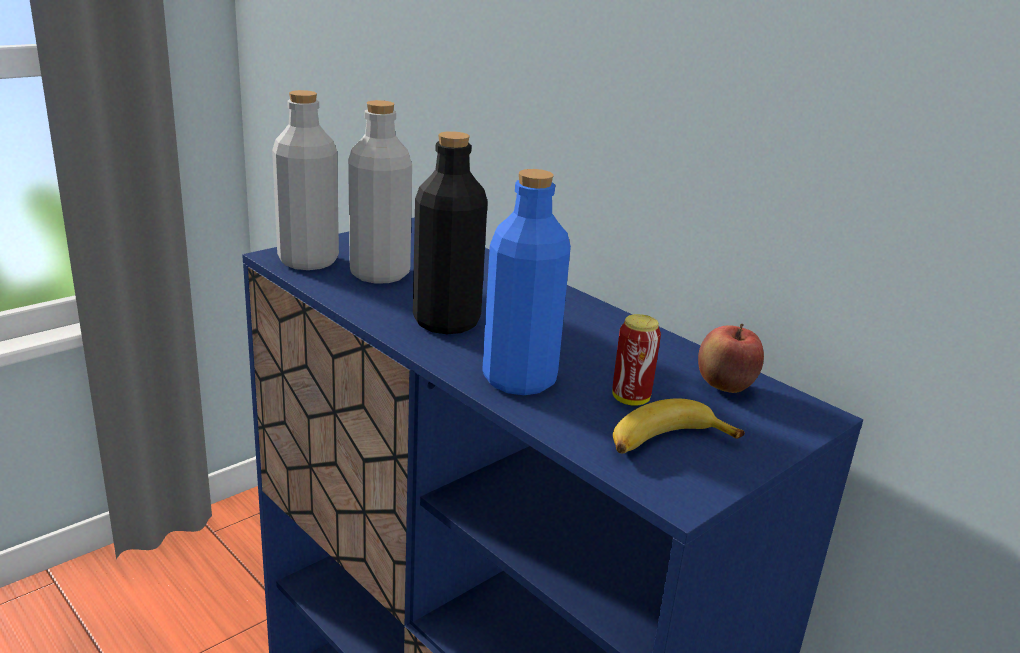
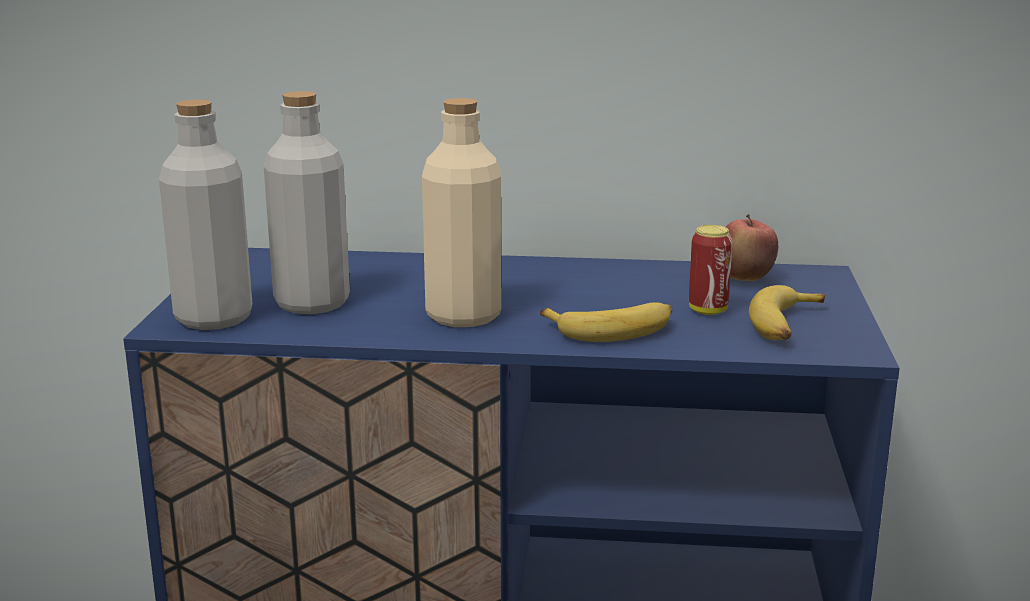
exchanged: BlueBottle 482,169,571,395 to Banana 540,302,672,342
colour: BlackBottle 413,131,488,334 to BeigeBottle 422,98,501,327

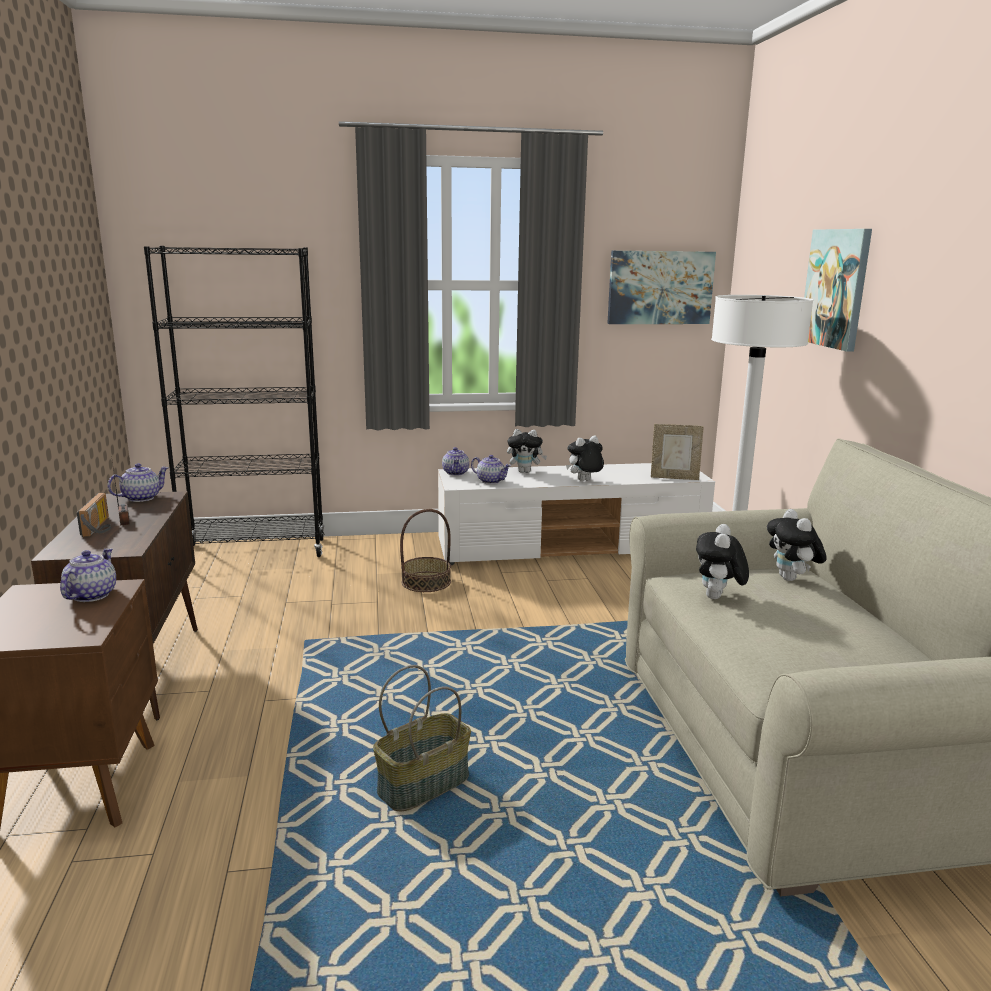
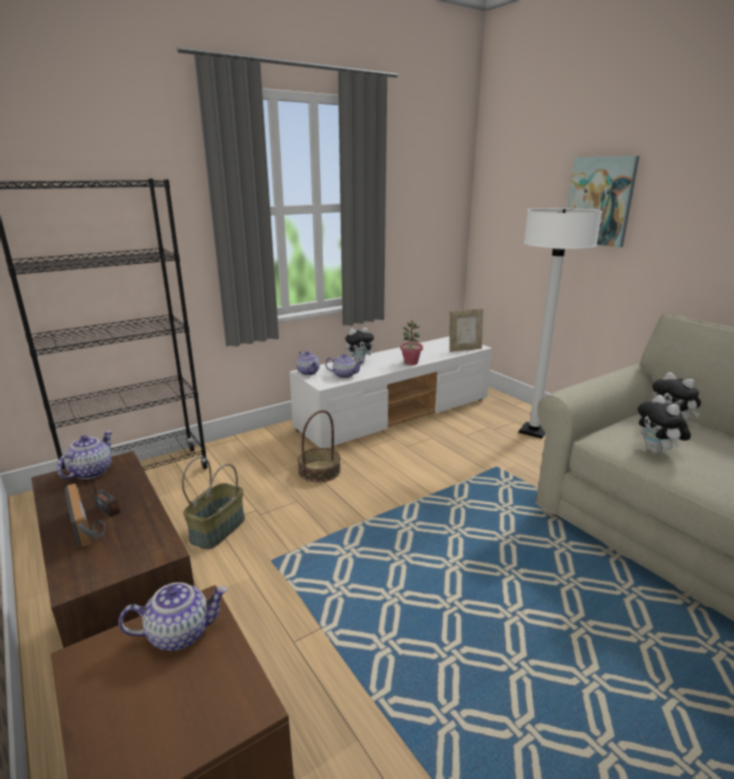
missing: Picture 607,251,716,324
relocated: Basket 373,665,471,811 to 182,456,245,549
exchanged: PlushToy 566,435,604,481 to PottedPlant 400,320,423,365
spun: Teapot 60,548,116,602 = 119,582,228,651 90 degrees clockwise

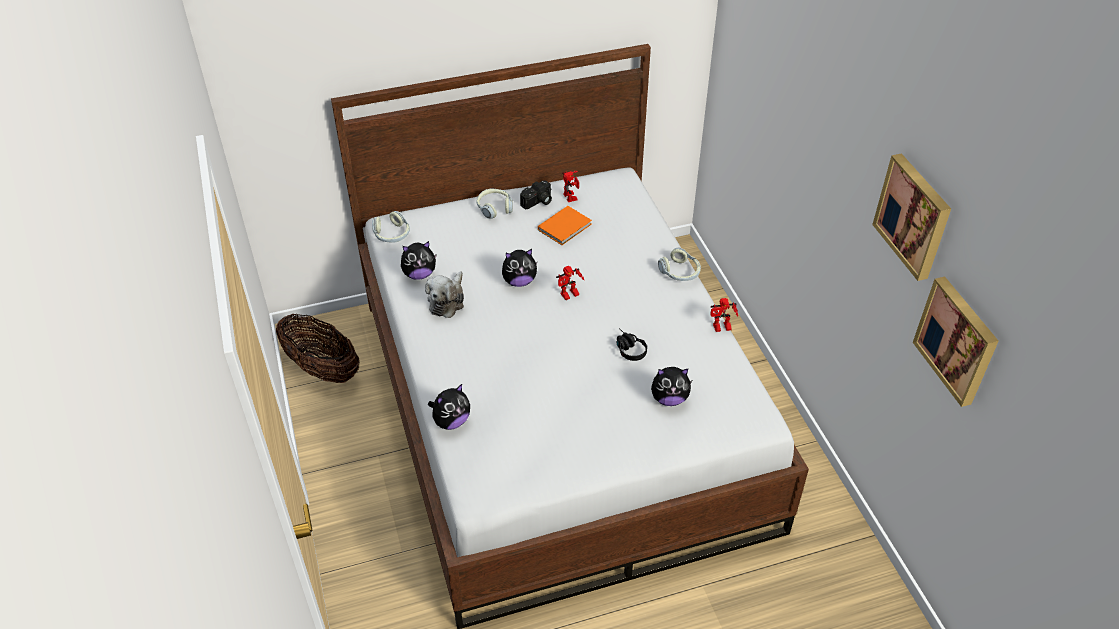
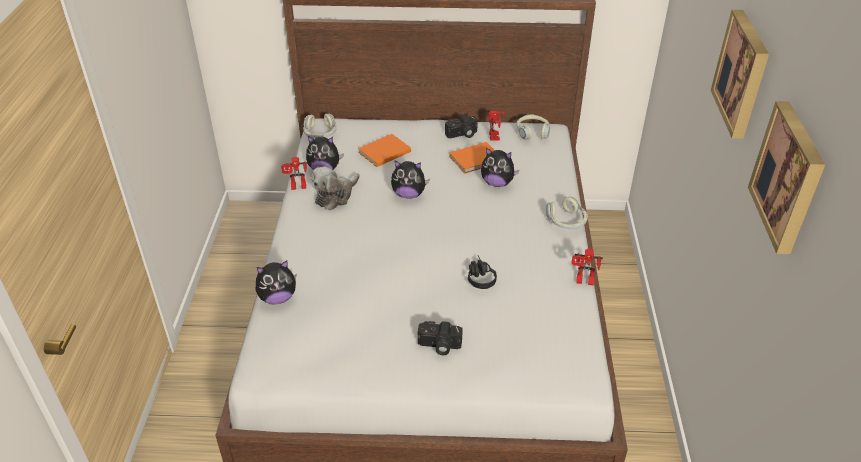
missing: Basket 276,314,359,383
appeared: OrangeBook 358,134,411,167; PhotoCamera 418,321,463,355
relocated: Headphones 476,189,513,219 to 516,115,550,140; ToyRobot 556,266,584,300 to 281,157,308,190; PlushToy 651,367,692,406 to 481,148,519,187; Picture 913,276,998,407 to 711,10,769,139

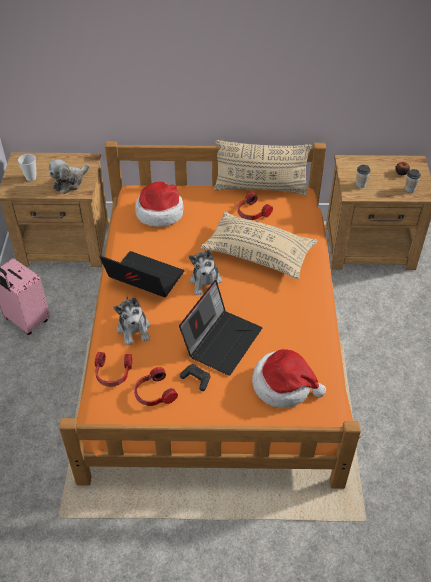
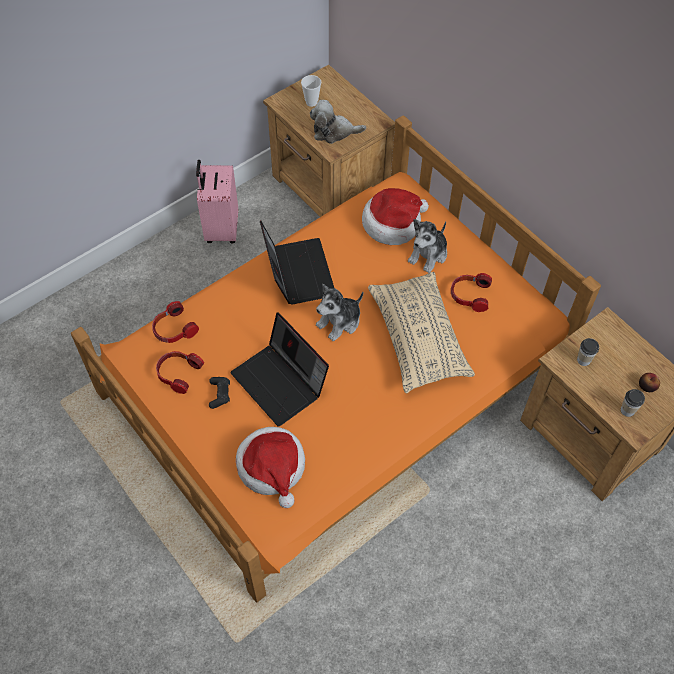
missing: BeigePillow 214,140,312,195
relocated: PlushToy 114,296,150,346 to 408,219,447,273
spun: Laptop 179,280,262,376 = 230,313,329,427 60 degrees clockwise

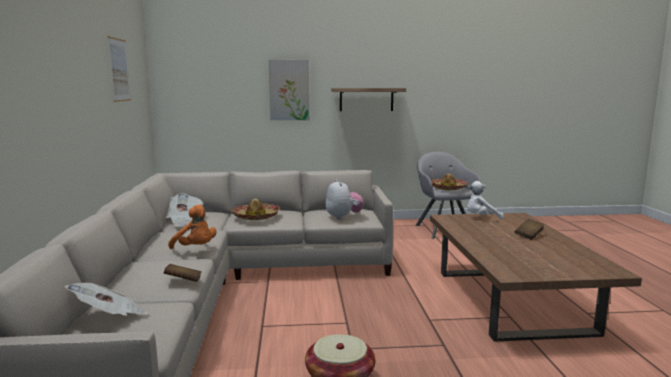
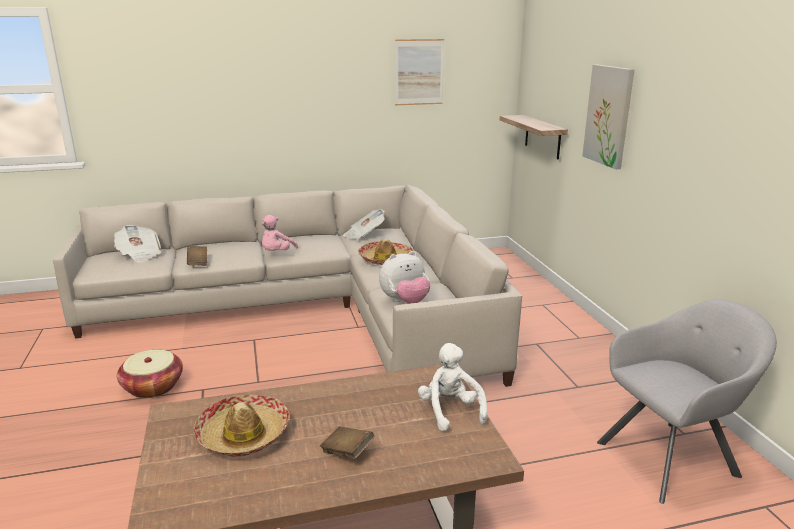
relocated: Shelf 331,88,406,111 to 500,115,568,159; Hat 431,174,468,191 to 193,395,290,457
colour: OrangePlushToy 168,205,216,249 to PinkPlushToy 261,215,298,251

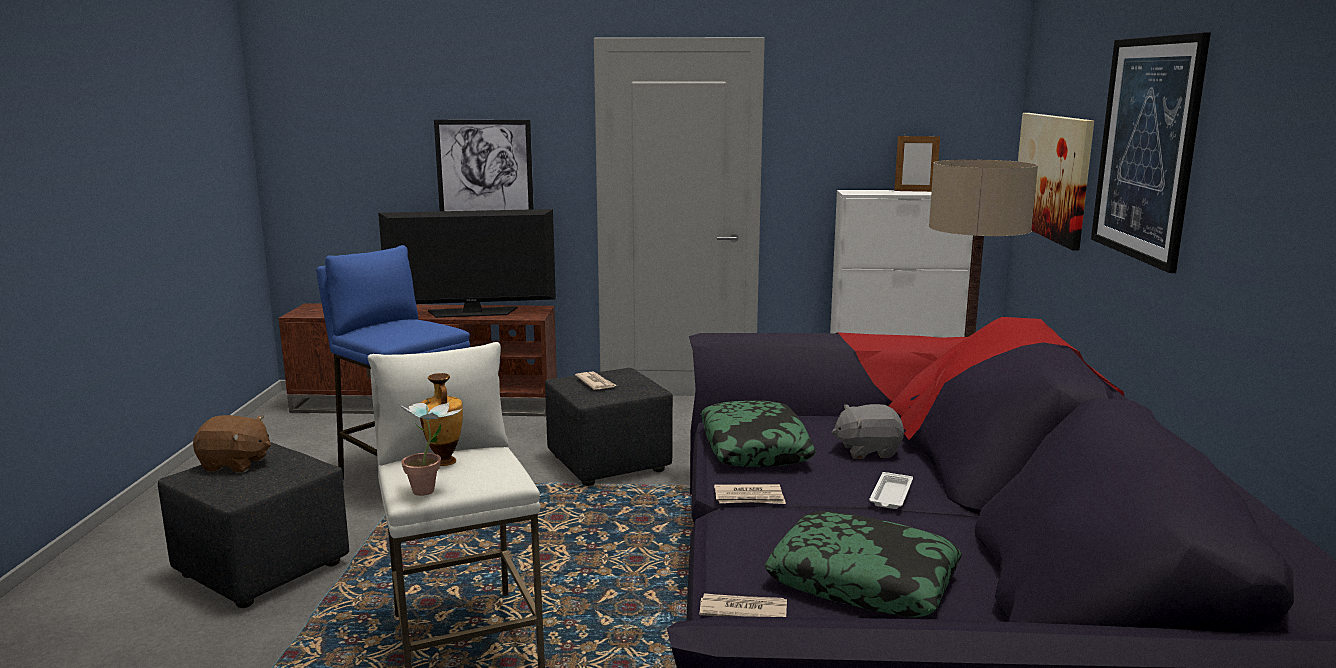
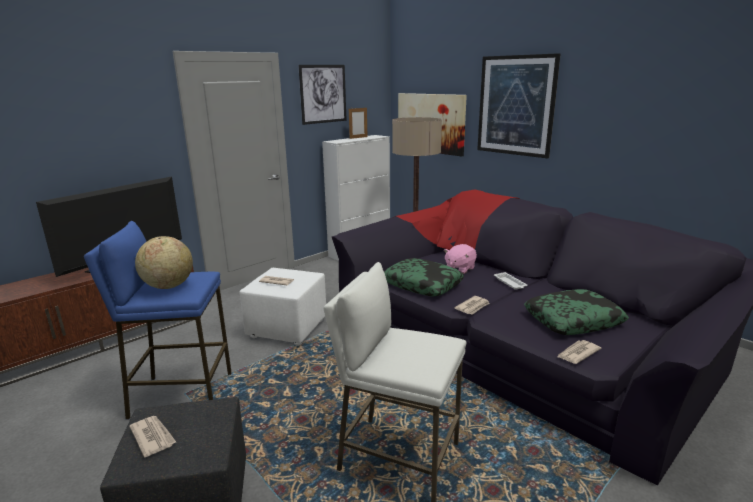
missing: PottedPlant 399,397,461,496; Vase 420,373,463,466
appeared: Globe 135,236,193,289
relocated: Picture 434,120,534,211 to 298,65,347,125
exchanged: BrownPlushToy 193,415,271,472 to Newspaper 129,416,176,457
colour: BlackOttoman 545,368,673,486 to WhiteOttoman 239,268,326,346; GreyPlushToy 832,404,904,459 to PinkPlushToy 444,244,477,274

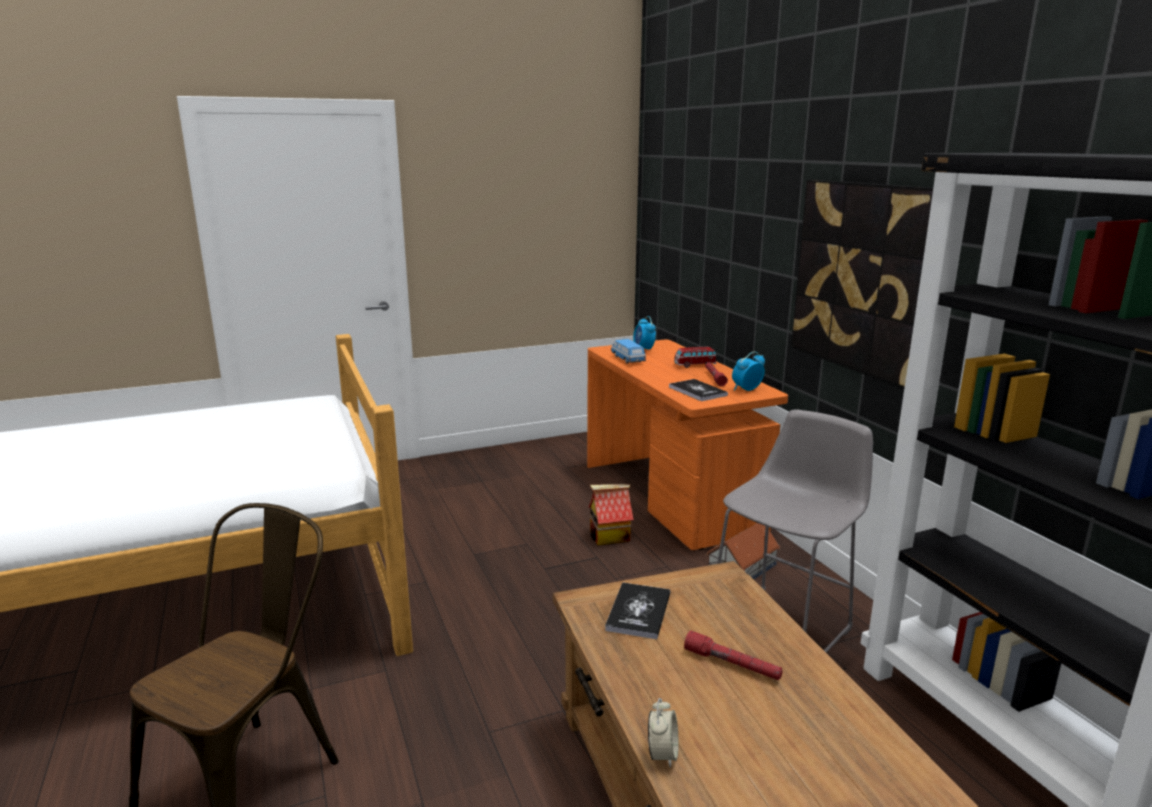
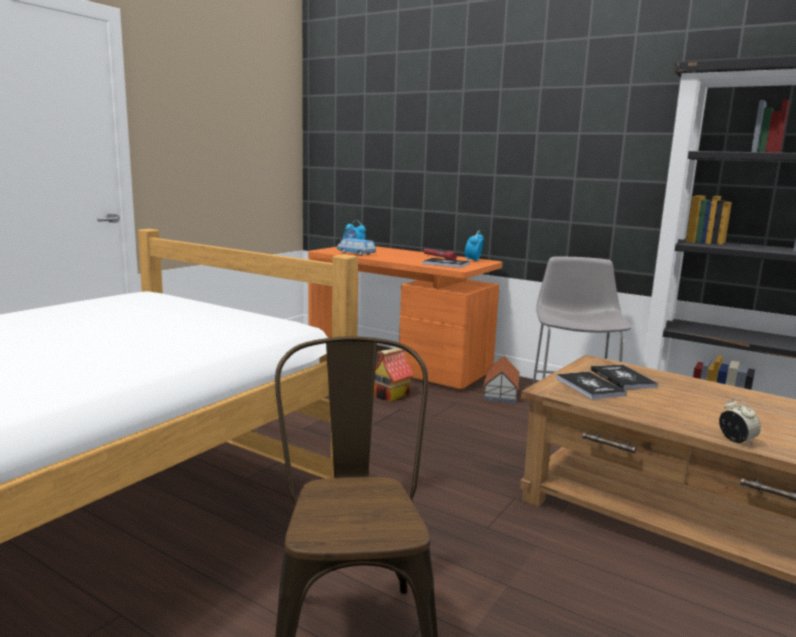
missing: ToyCar 674,347,717,368; RedFlashlight 684,631,783,680; Picture 791,180,933,389
appeared: Book 591,365,658,390

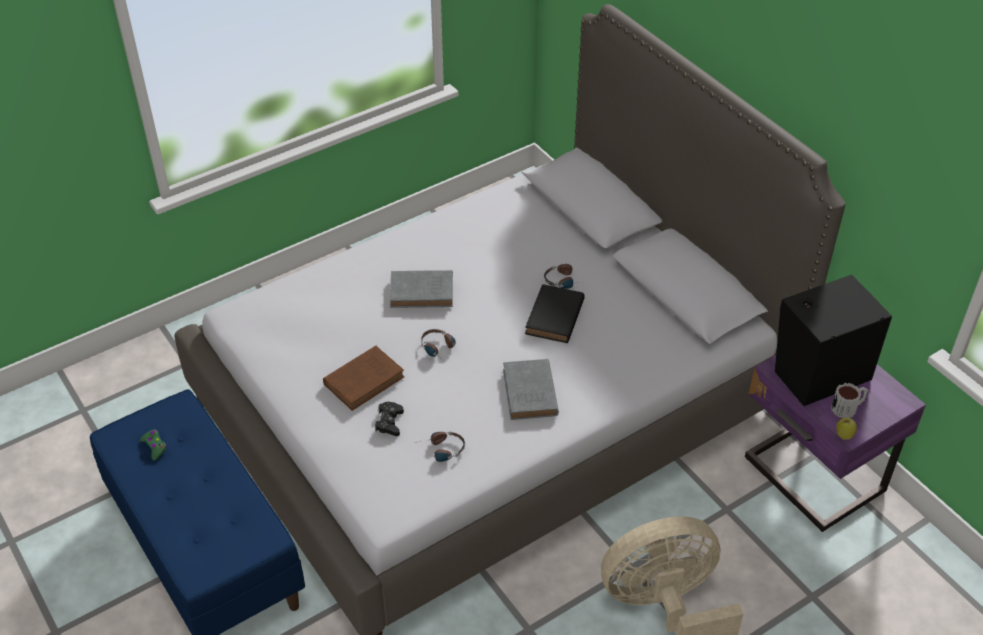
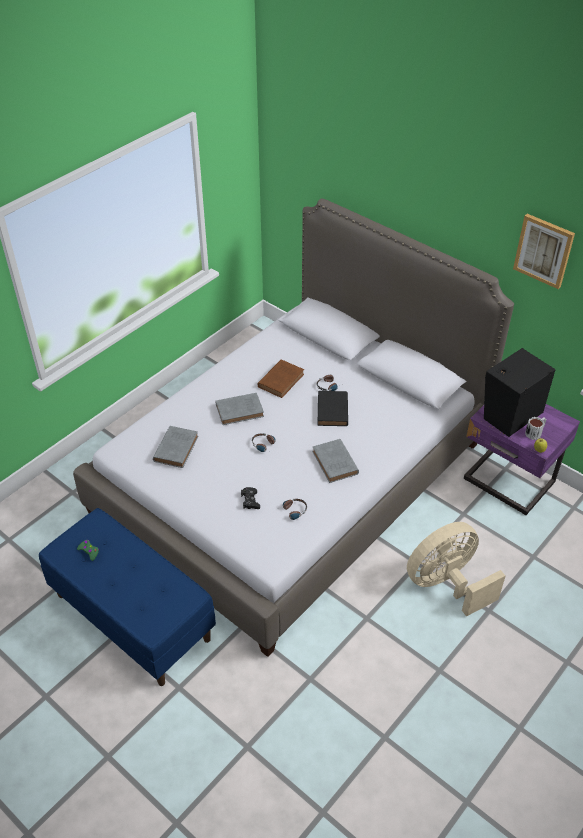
appeared: GreyBook 153,426,199,468; Picture 513,214,575,289
relocated: BrownBook 323,346,404,411 to 258,359,304,398

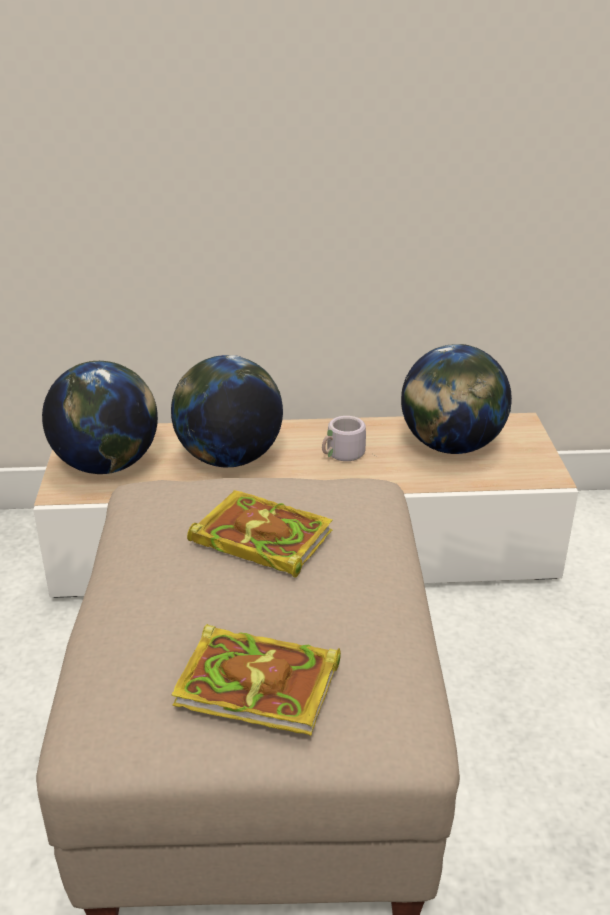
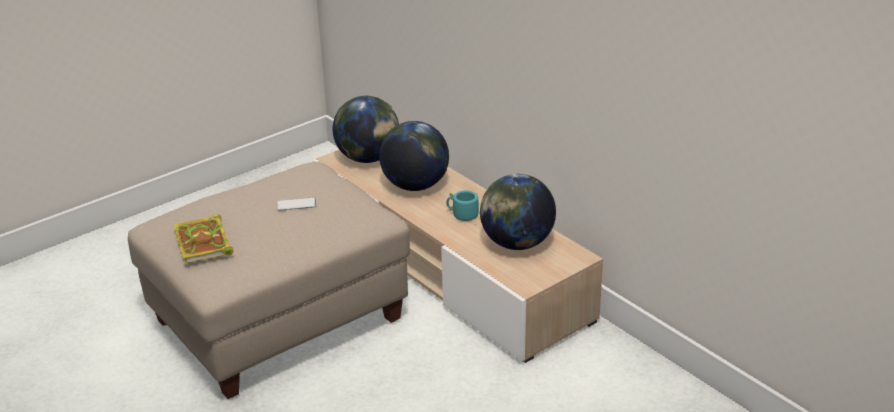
exchanged: Book 187,490,333,578 to Phone 277,197,316,211
colour: GreyMug 322,416,377,461 to TurquoiseMug 446,190,479,226

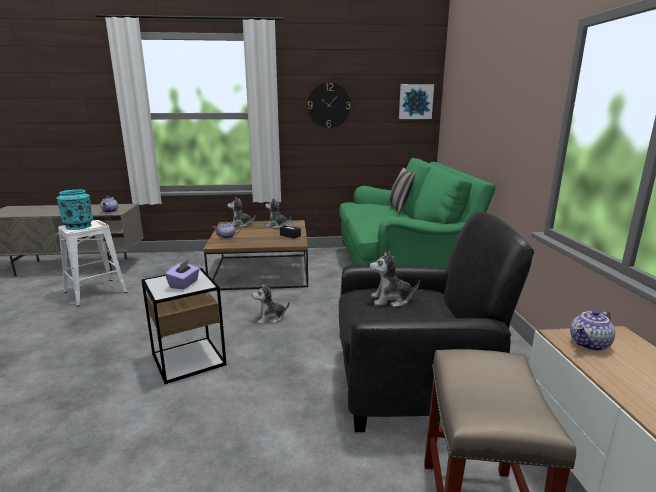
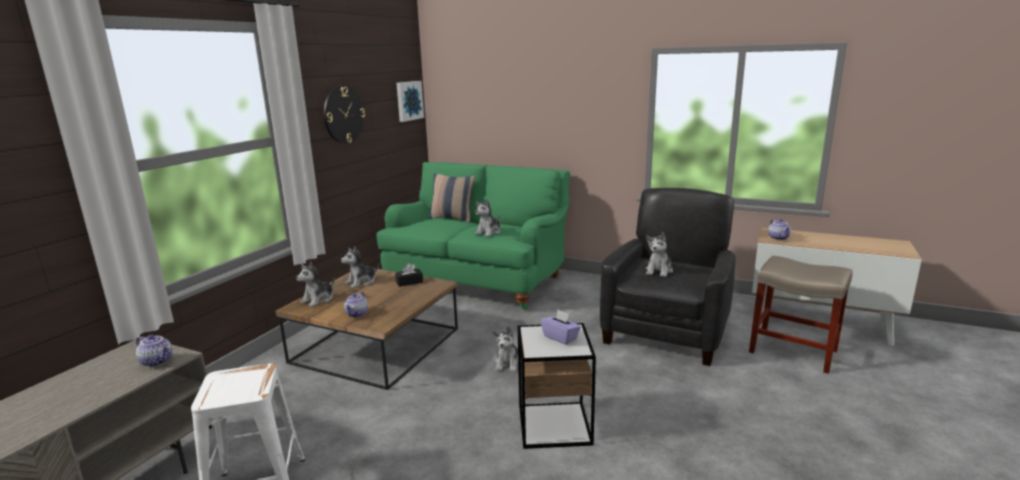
missing: TurquoiseVase 57,190,93,230
appeared: PlushToy 475,199,500,237

